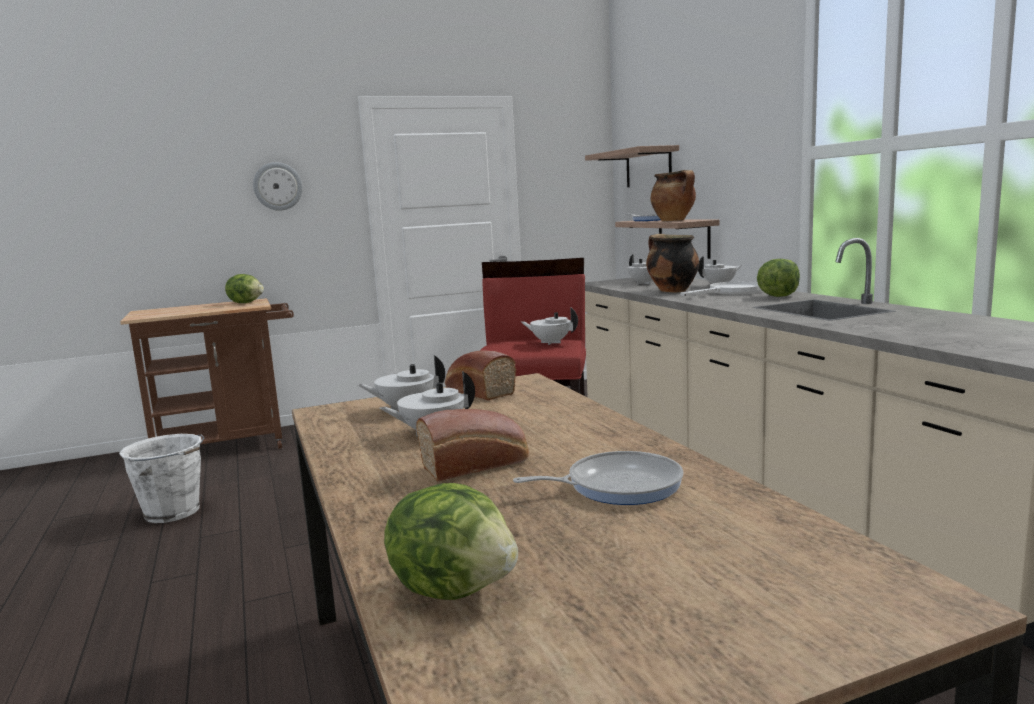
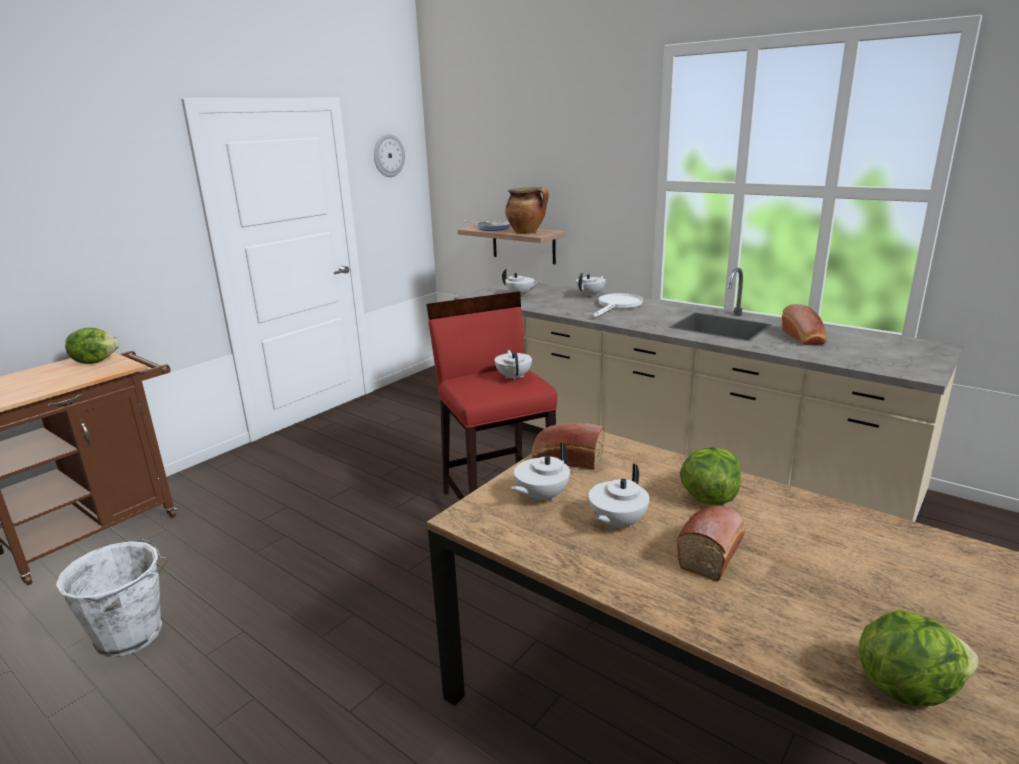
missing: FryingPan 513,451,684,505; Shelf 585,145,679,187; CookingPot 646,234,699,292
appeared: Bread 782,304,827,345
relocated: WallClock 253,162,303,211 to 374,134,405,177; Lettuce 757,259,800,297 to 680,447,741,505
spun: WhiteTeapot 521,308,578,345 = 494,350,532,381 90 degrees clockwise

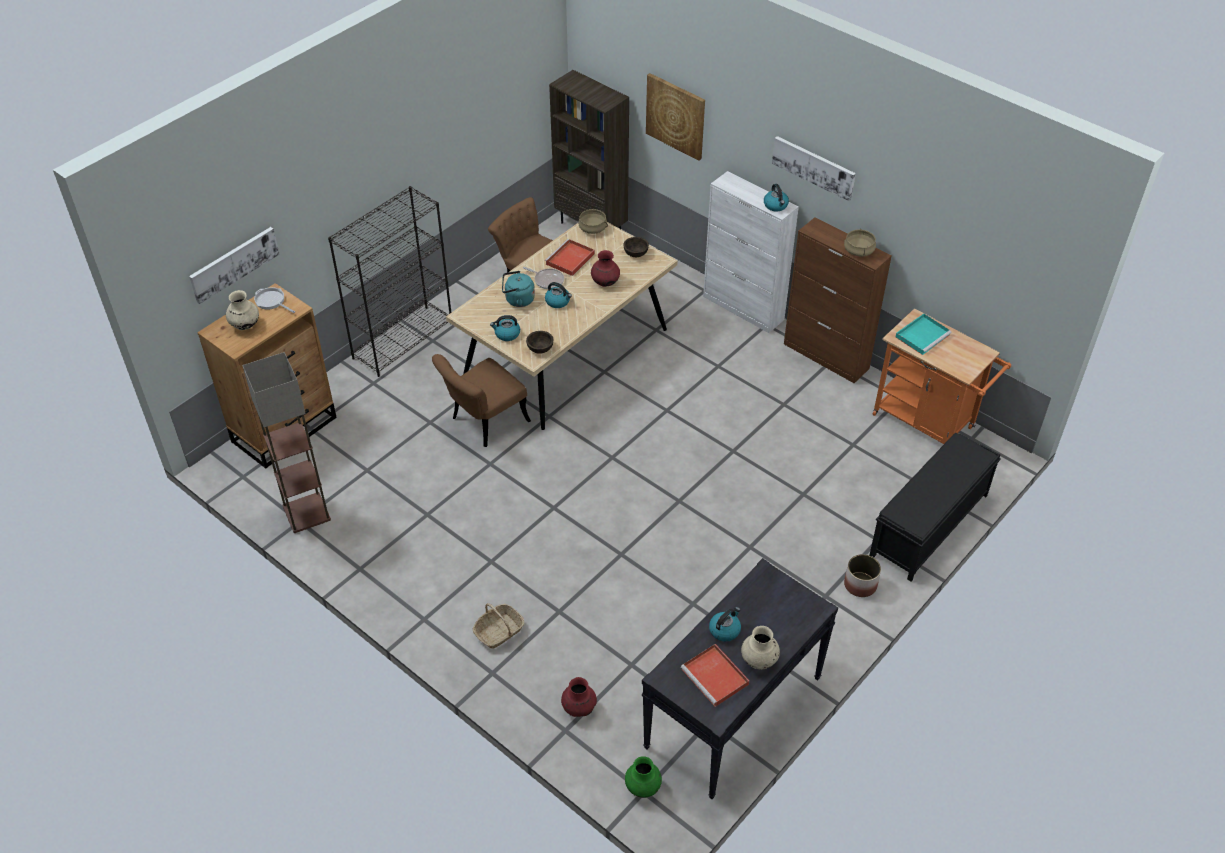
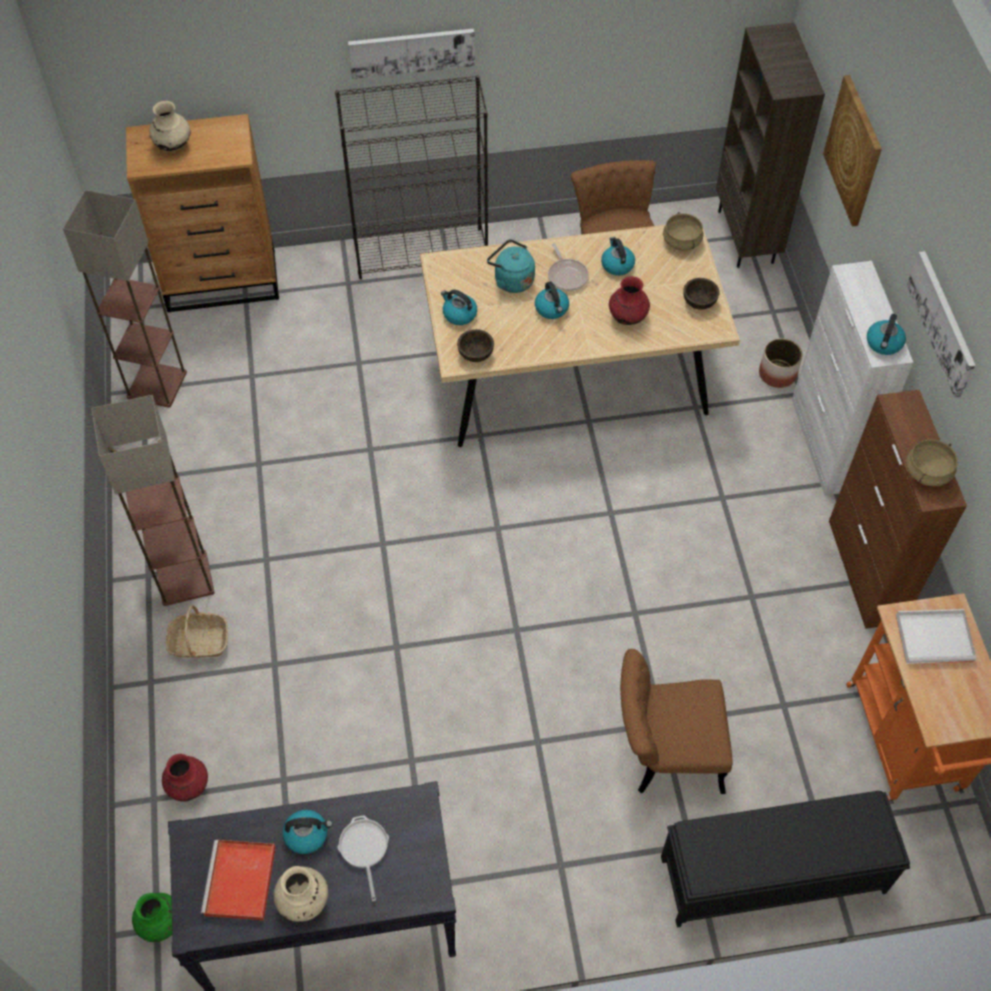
appeared: FloorLamp 91,395,215,606
relocated: Picture 189,227,280,304 to 348,29,475,79; FryingPan 254,287,295,313 to 337,815,389,901; BrownChair 432,354,531,447 to 620,649,733,794; Planter 844,554,881,597 to 759,338,803,388
exchanged: RedTray 545,239,595,276 to Kettle 601,237,635,276
colour: TurquoiseTray 896,314,952,355 to WhiteTray 896,609,976,664

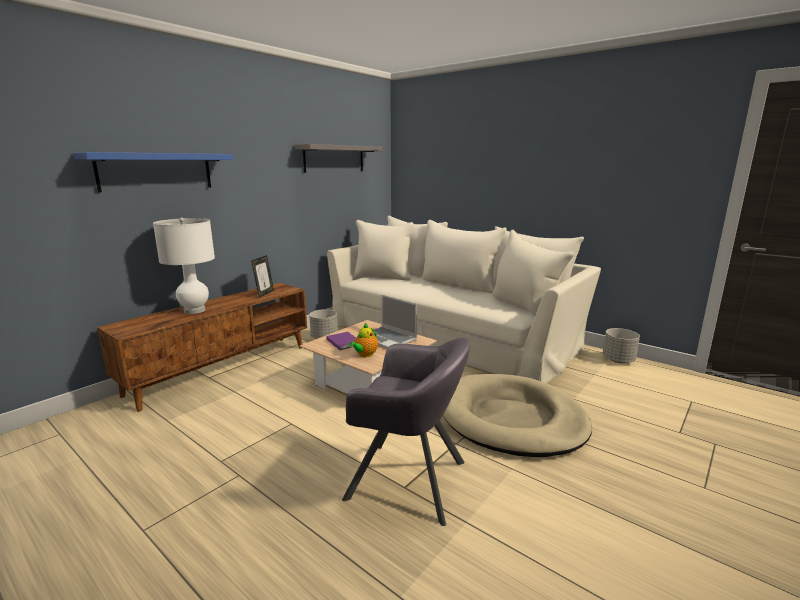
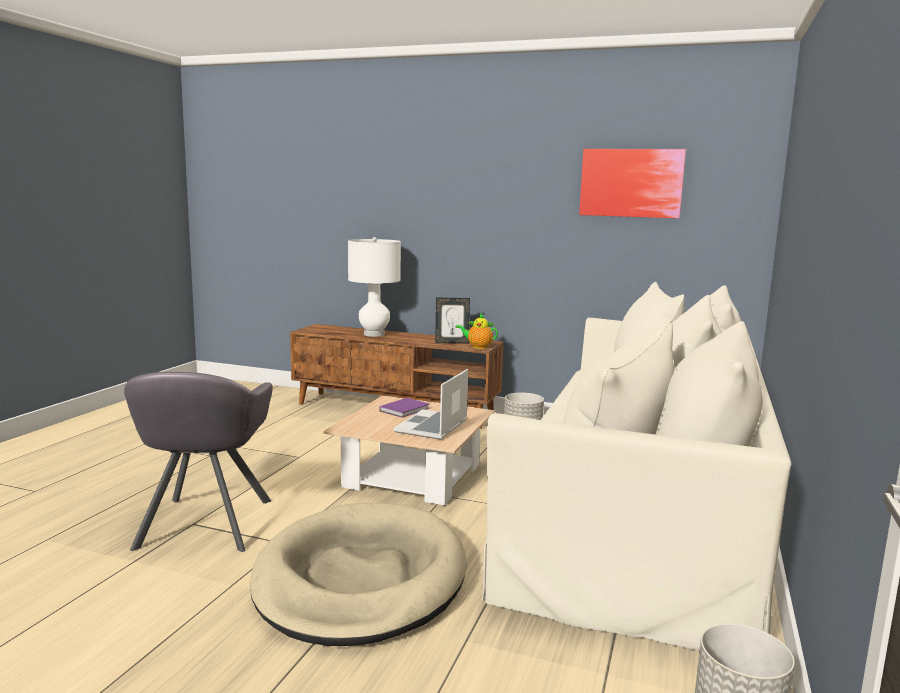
missing: BlueShelf 73,152,234,192
relocated: Teapot 349,323,378,357 to 456,312,498,349
exchanged: GreyShelf 294,144,383,173 to Picture 579,149,686,218

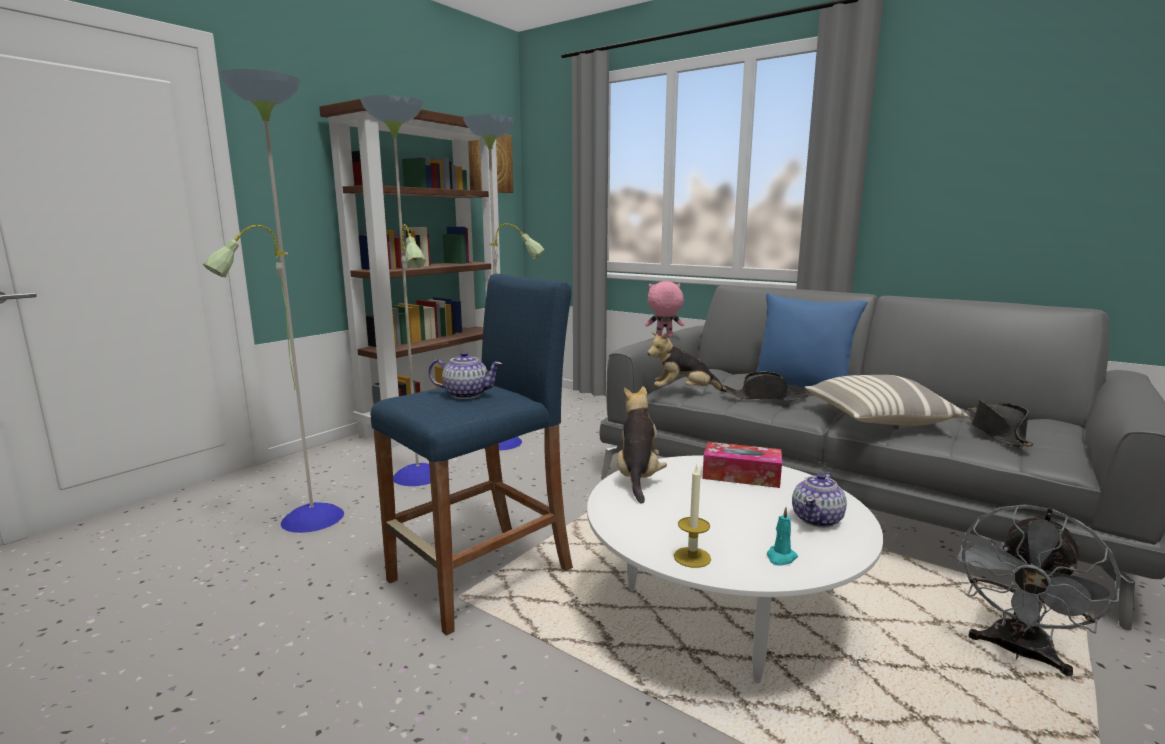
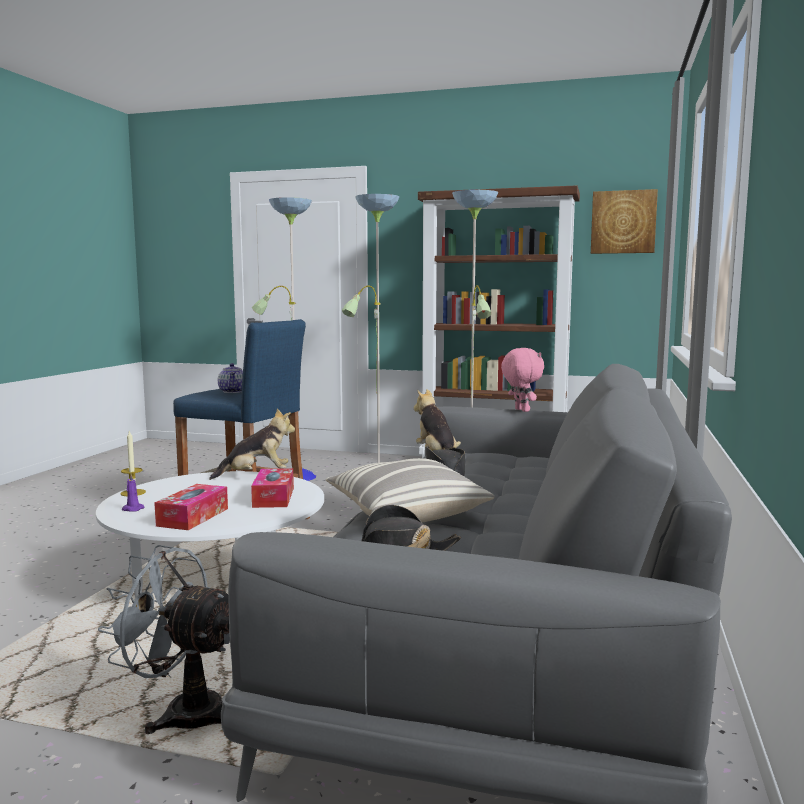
missing: BluePillow 756,293,868,388
exchanged: Teapot 792,472,847,528 to TissueBox 154,484,228,530
colour: TurquoiseCandle 767,507,798,565 to PurpleCandle 122,473,145,512

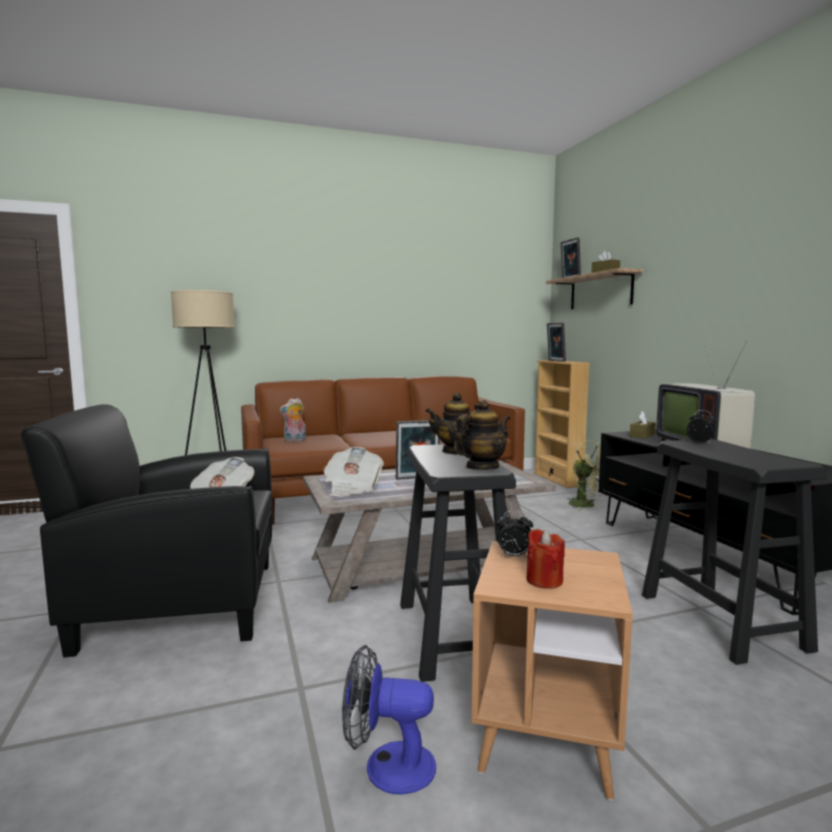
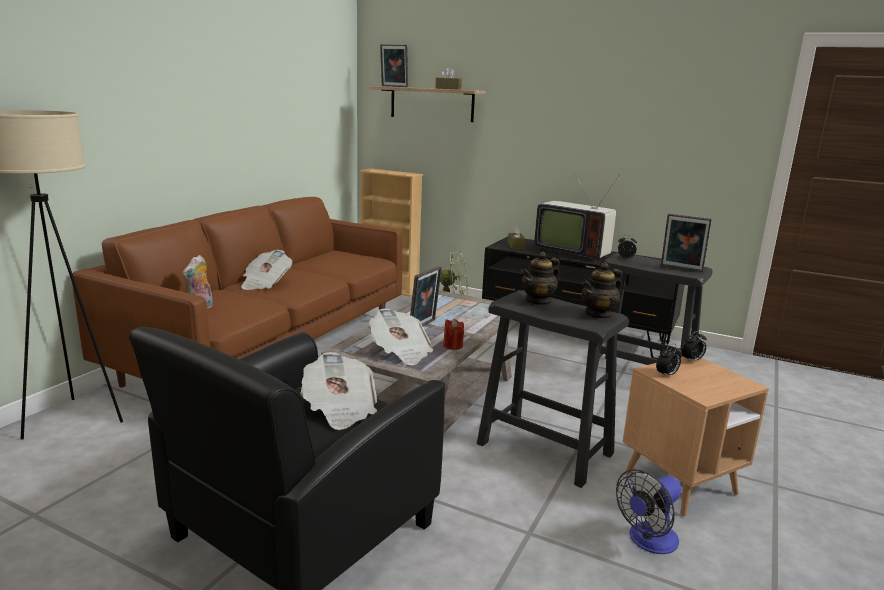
appeared: Newspaper 241,250,292,290; AlarmClock 681,331,707,362
relocated: RedCandle 527,529,565,589 to 443,319,464,350; PictureFrame 547,323,566,362 to 661,213,712,272
spun: Teapot 453,400,510,470 = 582,262,622,319 135 degrees counterclockwise

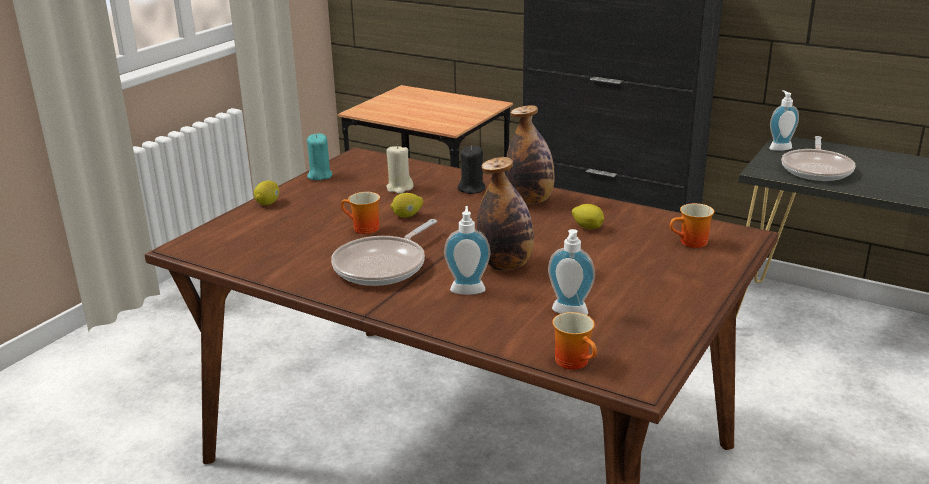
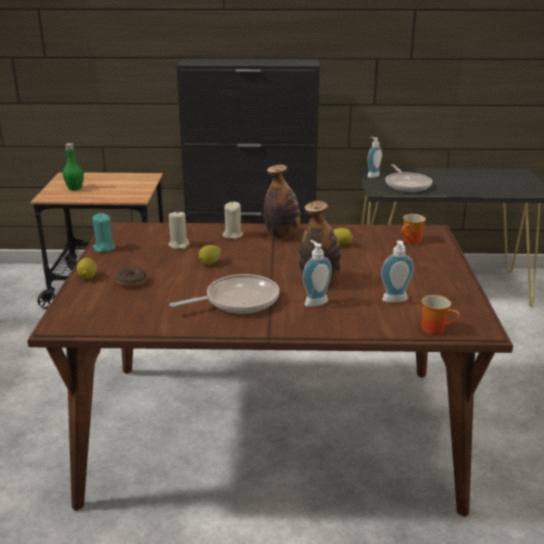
missing: Mug 341,192,380,234
appeared: GreenBottle 62,143,84,191; Donut 116,268,147,288
colour: BlackCandle 458,145,485,194 to BeigeCandle 223,202,243,239
spun: FryingPan 331,219,437,286 = 170,274,280,314 120 degrees counterclockwise

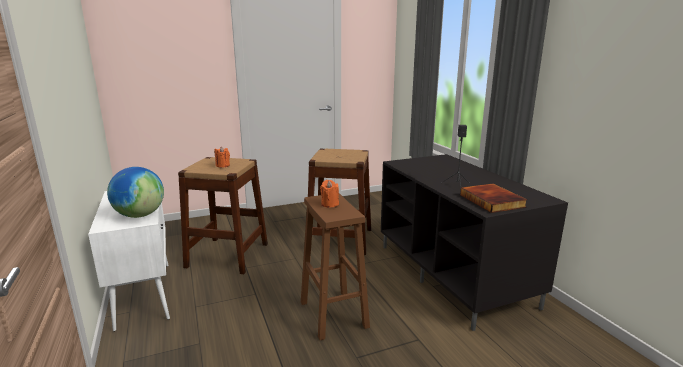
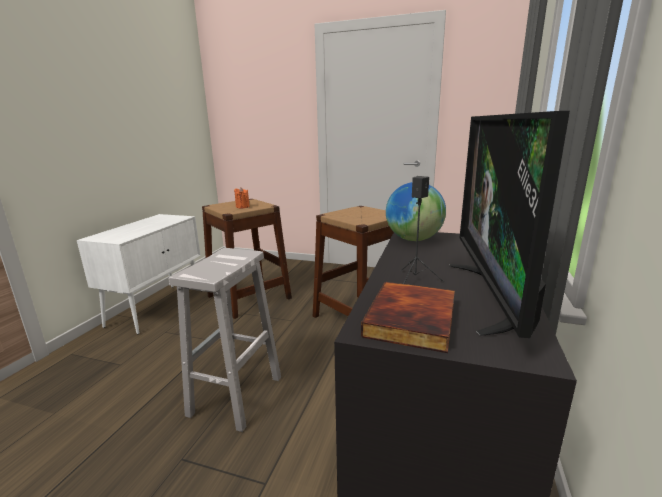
missing: OrangeCandle 320,180,339,208
appeared: Television 449,111,570,338
relocated: Globe 107,167,164,218 to 386,182,446,241
colour: BrownStool 301,193,370,340 to WhiteStool 169,248,281,432

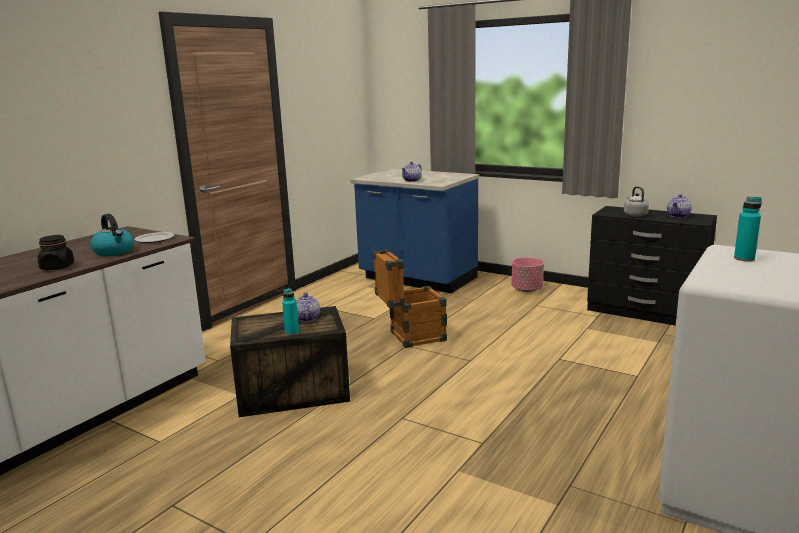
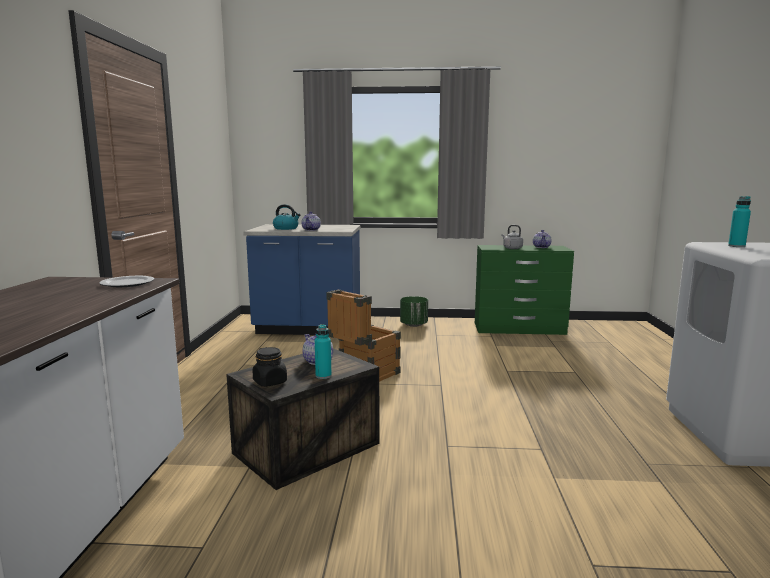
relocated: BlackJar 38,235,74,270 to 253,347,287,387; Kettle 90,214,134,256 to 273,204,301,230
colour: PinkPlanter 512,257,544,292 to GreenPlanter 400,296,428,327; BlackDresser 587,206,717,326 to GreenDresser 475,245,574,335

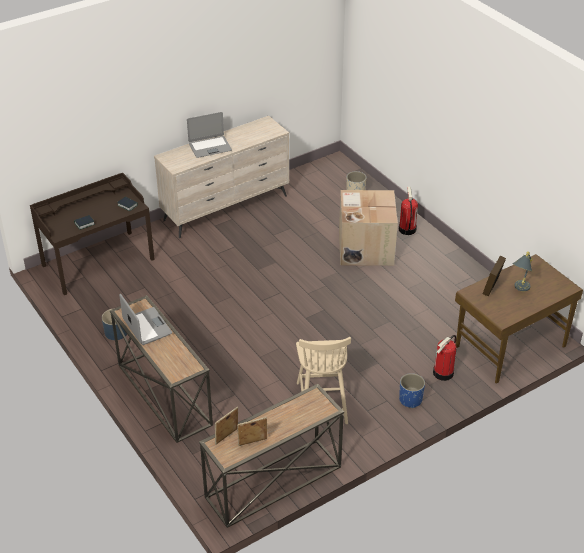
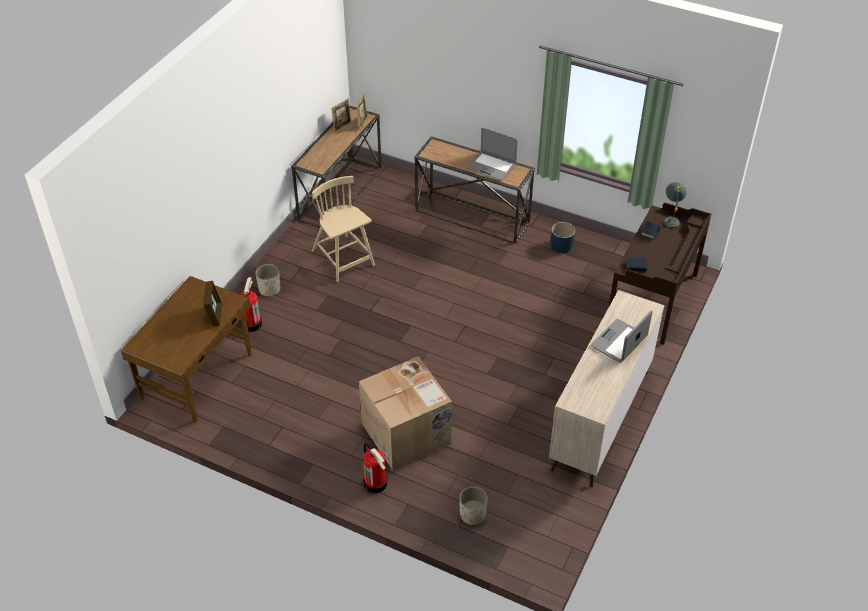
relocated: GreyTableLamp 512,251,533,291 to 664,182,687,228
colour: BluePlanter 399,373,425,408 to BeigePlanter 255,264,281,296

